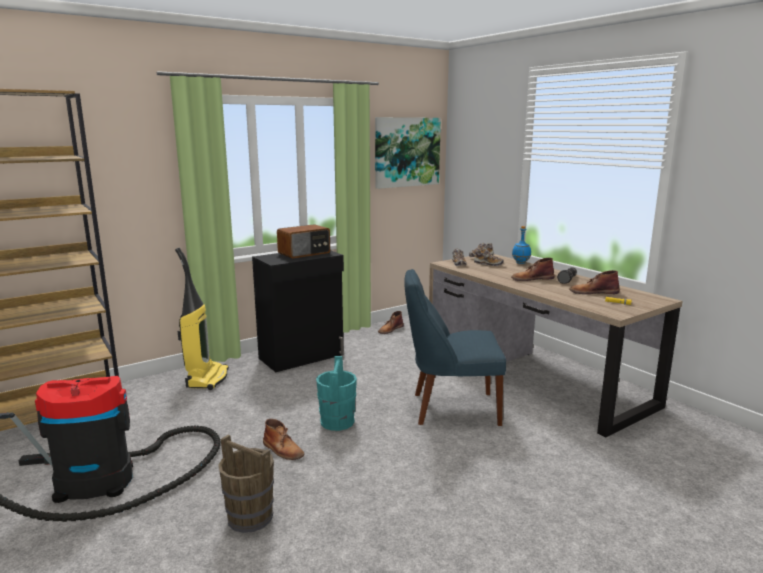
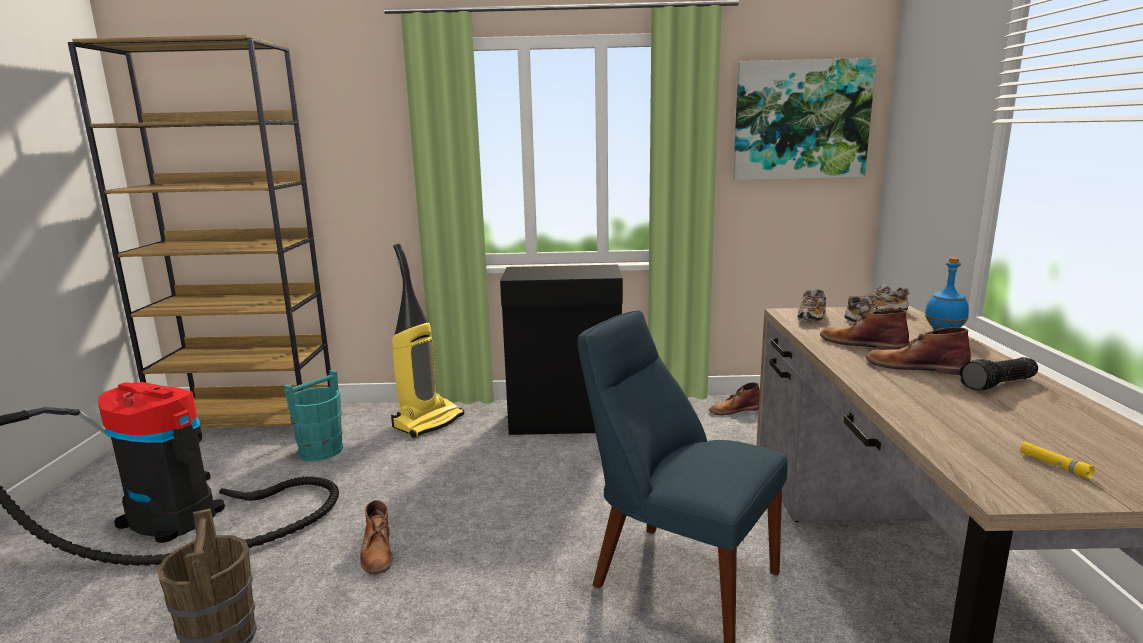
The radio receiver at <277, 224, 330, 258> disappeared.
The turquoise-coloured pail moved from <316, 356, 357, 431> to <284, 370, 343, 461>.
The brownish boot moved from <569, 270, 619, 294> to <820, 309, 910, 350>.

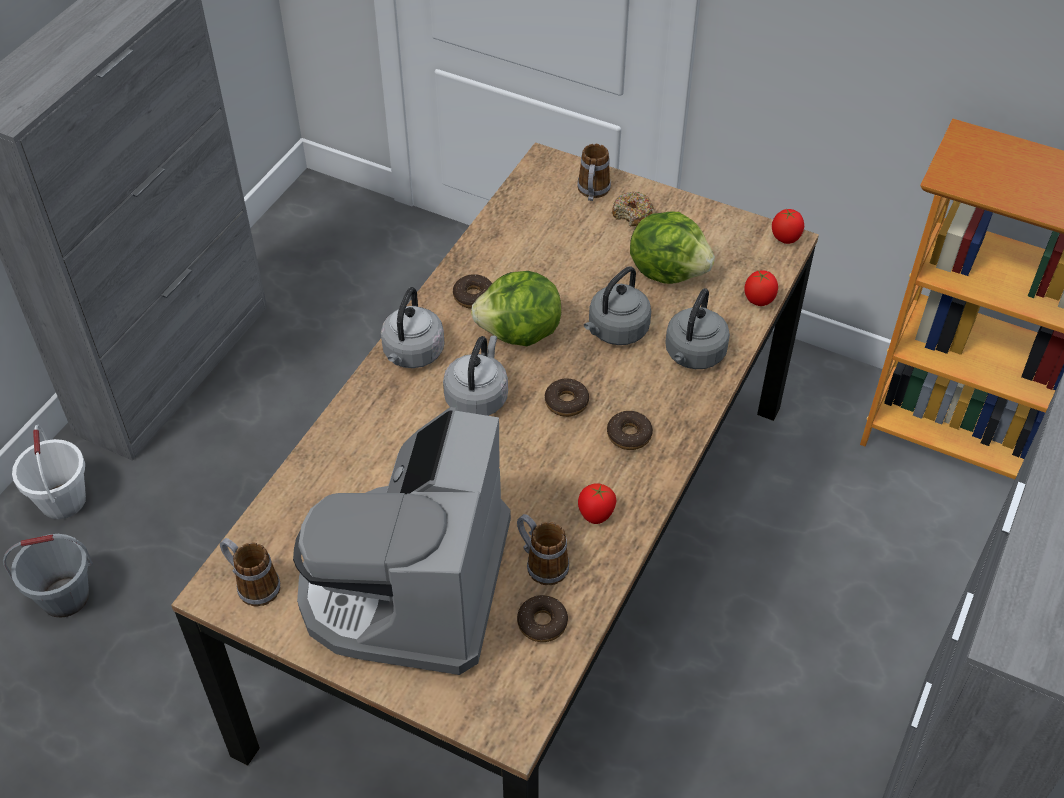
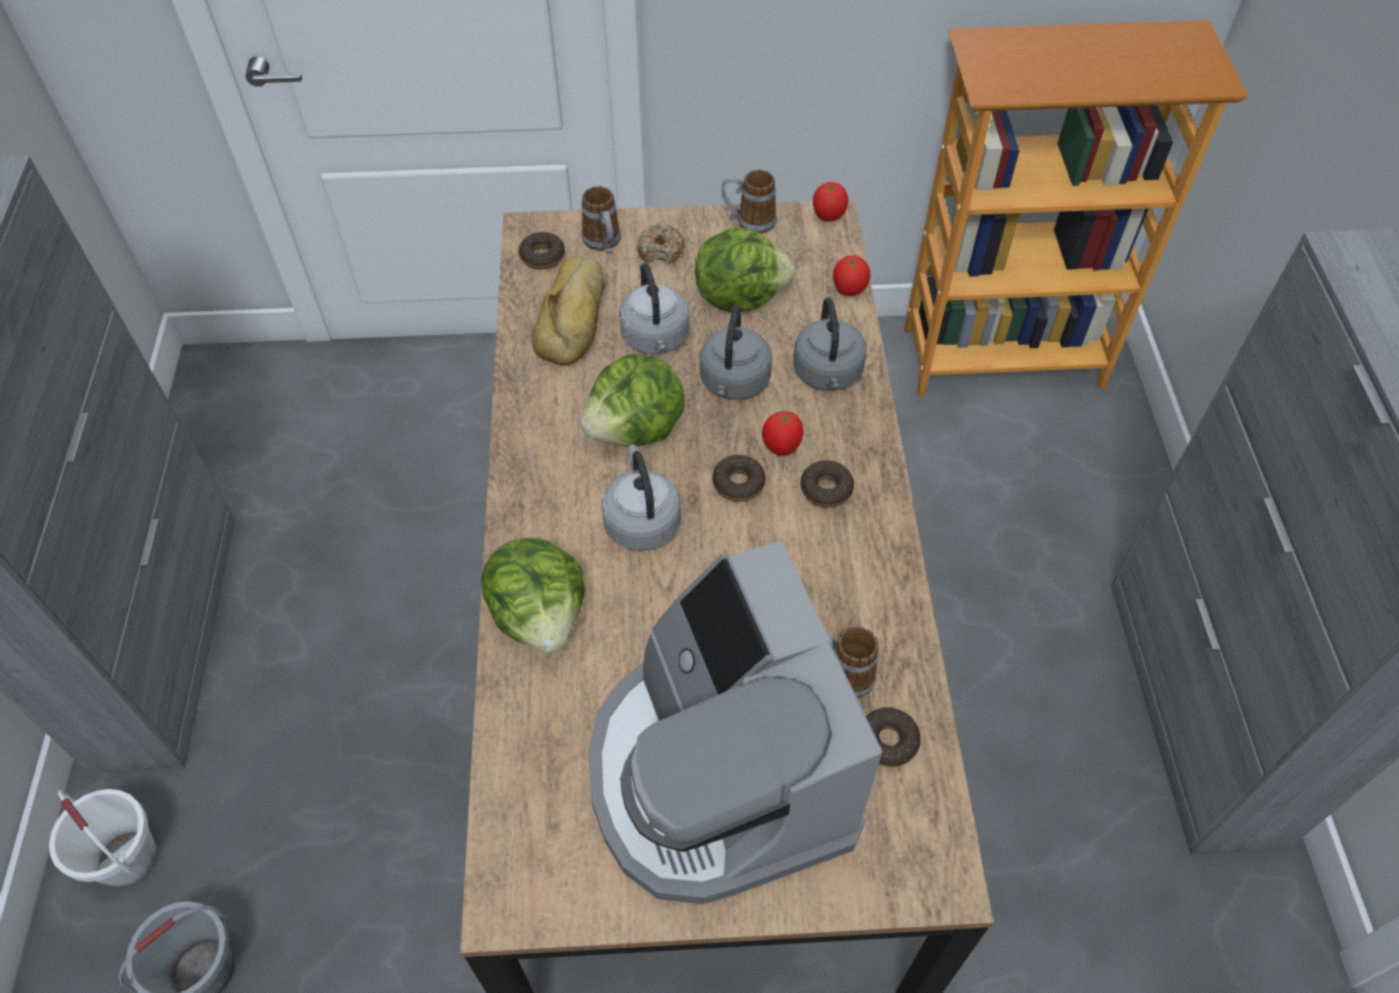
The lettuce head at <481, 538, 585, 653> appeared.
The baked bread at <532, 256, 606, 365> appeared.
The tea mug moved from <220, 538, 281, 606> to <721, 169, 777, 233>.
The grey kettle moved from <381, 287, 445, 368> to <619, 263, 690, 354>.
The doughnut moved from <453, 274, 492, 309> to <519, 232, 565, 270>.
The fresh tomato moved from <578, 483, 616, 524> to <762, 411, 803, 456>.

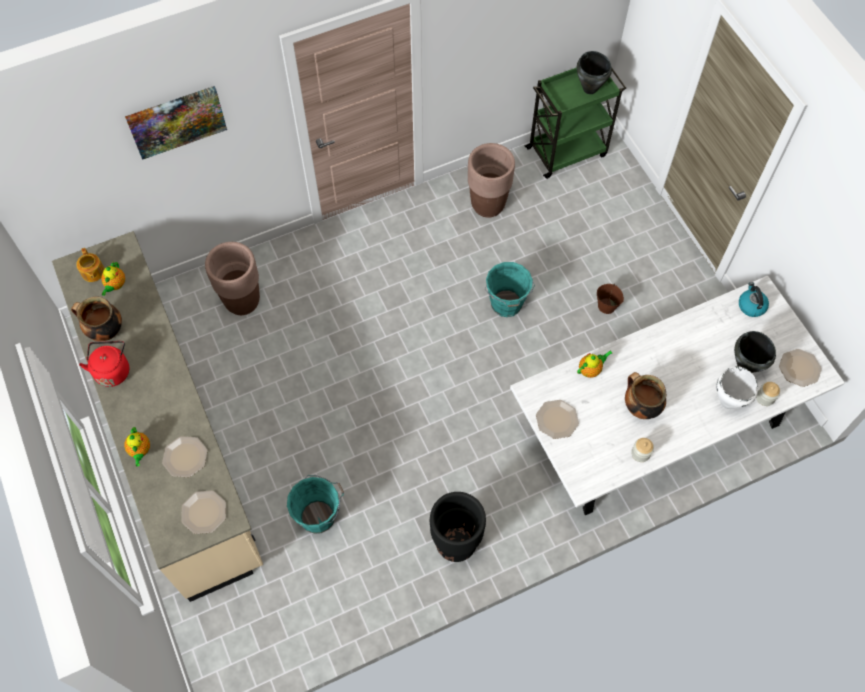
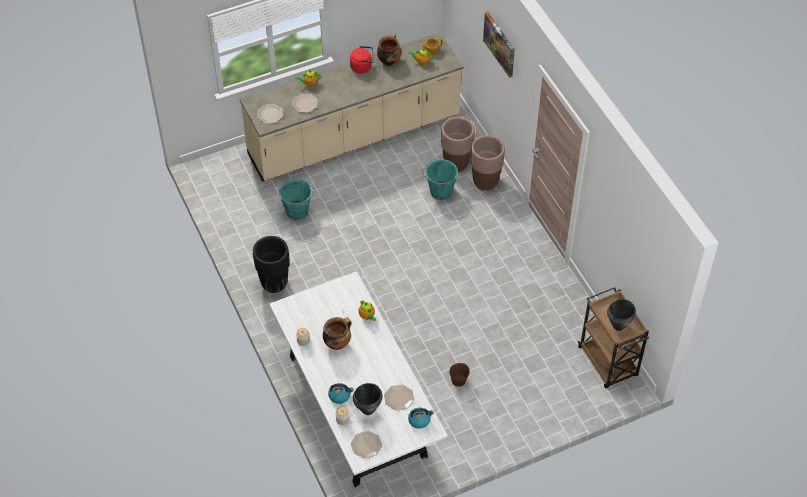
The brownish planter moved from <468, 143, 515, 218> to <471, 135, 505, 191>.
The turquoise-coloured pail moved from <485, 262, 535, 317> to <422, 158, 458, 200>.
The flat dish moved from <536, 400, 579, 439> to <384, 385, 414, 411>.
The whitish cooking pot at <717, 366, 758, 409> was replaced by the kettle at <328, 383, 354, 404>.
The greenish wheeled cart at <525, 67, 626, 179> became the brownish wheeled cart at <578, 287, 649, 388>.

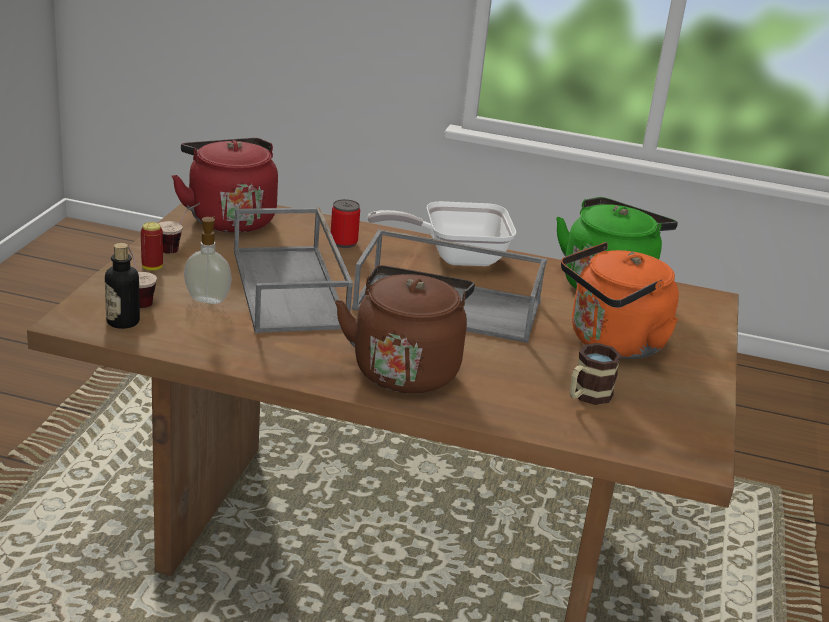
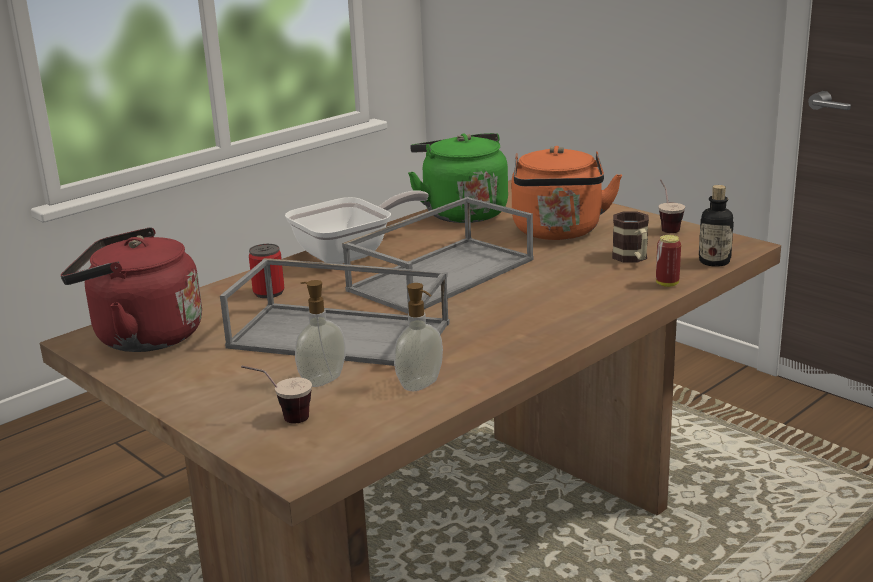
The brownish kettle at <335, 265, 475, 393> disappeared.
The soap dispenser at <394, 283, 443, 391> appeared.
The bottle moved from <105, 243, 140, 329> to <699, 185, 734, 267>.
The can moved from <141, 222, 163, 270> to <656, 235, 681, 287>.
The cup moved from <159, 203, 200, 254> to <658, 179, 685, 233>.
The skillet at <367, 201, 516, 266> turned 150 degrees counterclockwise.

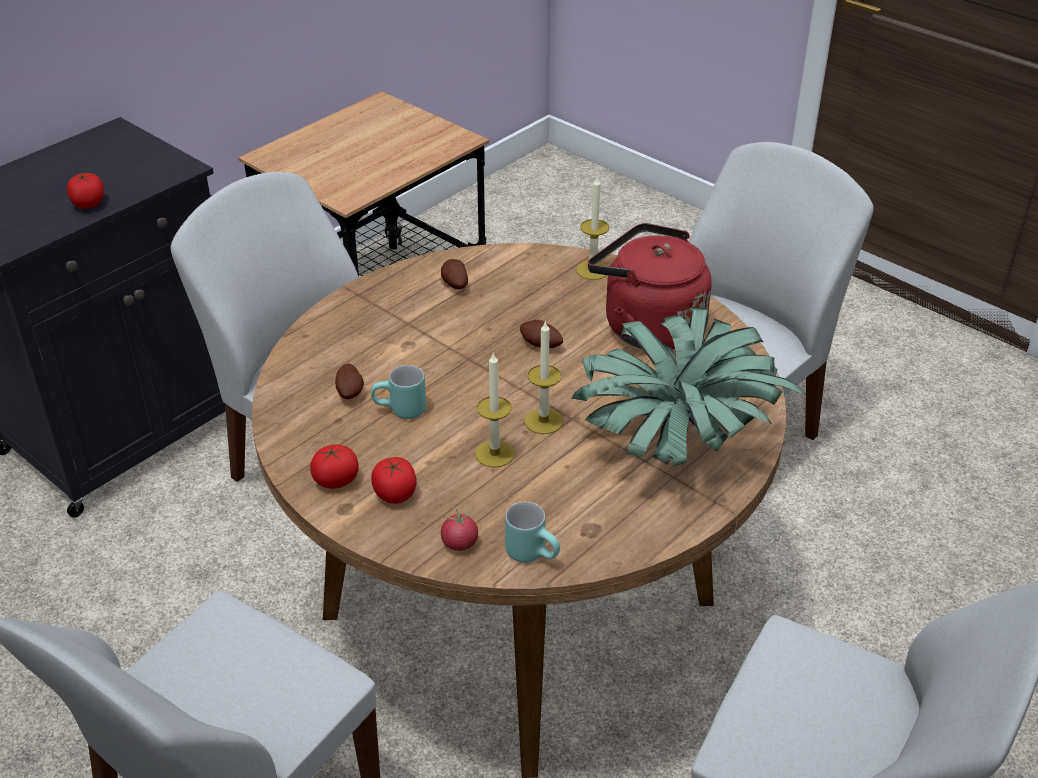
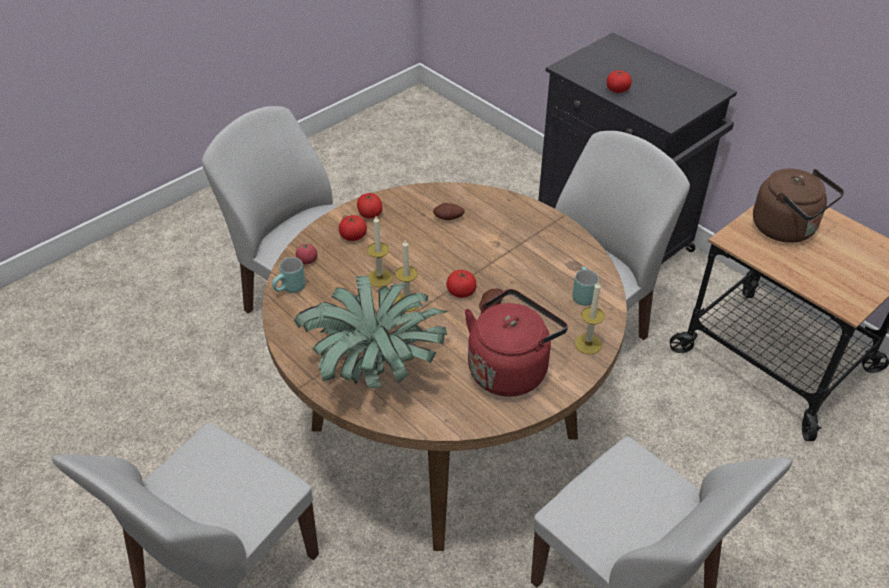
The whole potato at <441, 259, 468, 289> disappeared.
The fresh tomato at <446, 270, 476, 298> appeared.
The brownish kettle at <753, 168, 844, 243> appeared.
The turquoise-coloured tea mug moved from <371, 365, 426, 419> to <572, 267, 599, 306>.

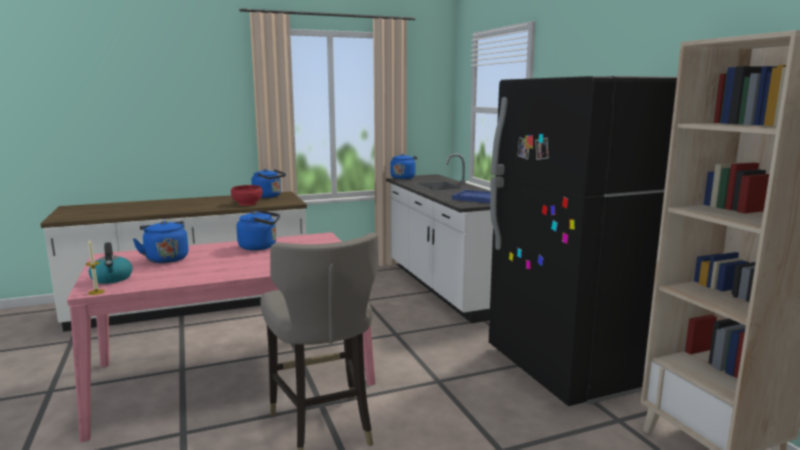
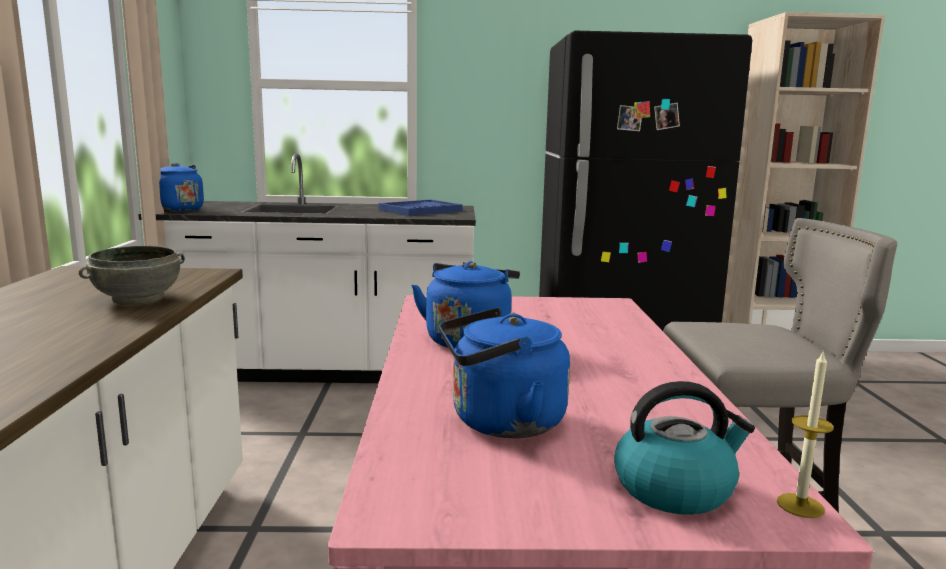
The blue-coloured kettle at <251, 169, 286, 198> disappeared.
The red bowl at <231, 185, 263, 206> became the grey bowl at <79, 246, 185, 305>.

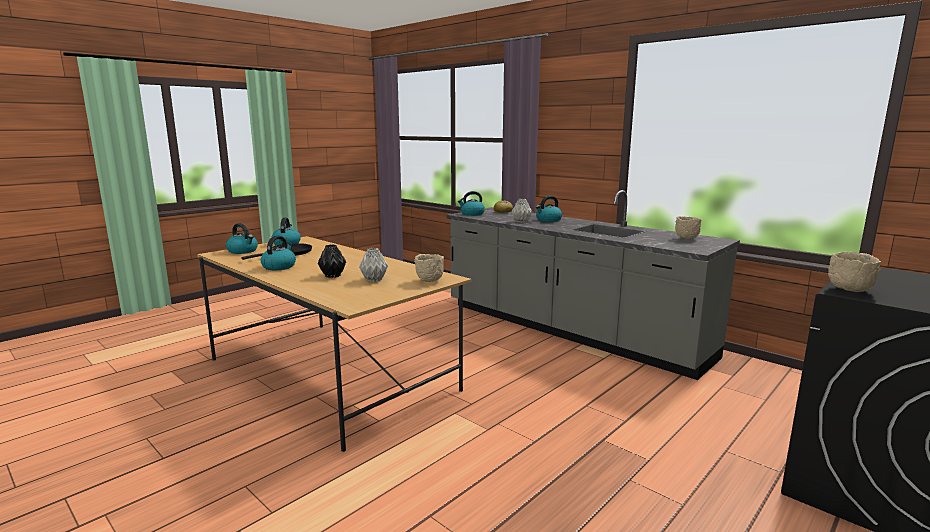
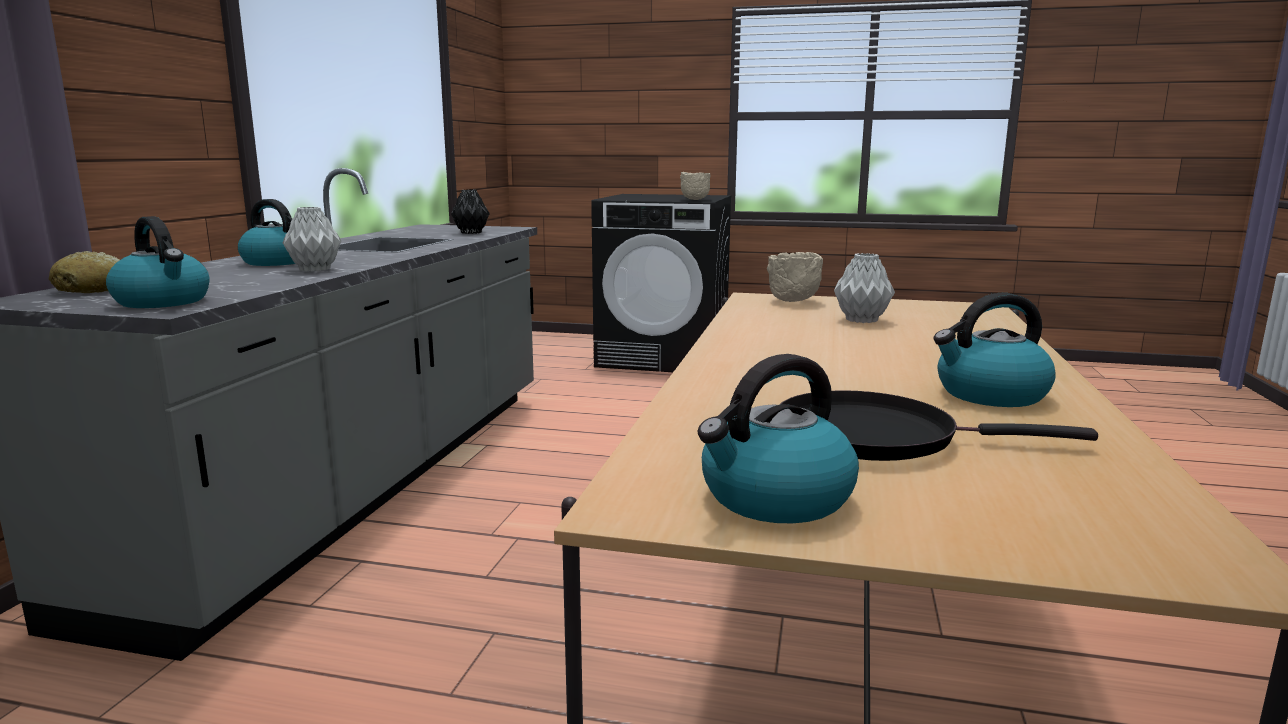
The kettle at <226, 223, 258, 254> disappeared.
The beige-coloured bowl at <675, 216, 702, 239> disappeared.
The black decorative vase moved from <318, 244, 346, 278> to <451, 190, 490, 234>.

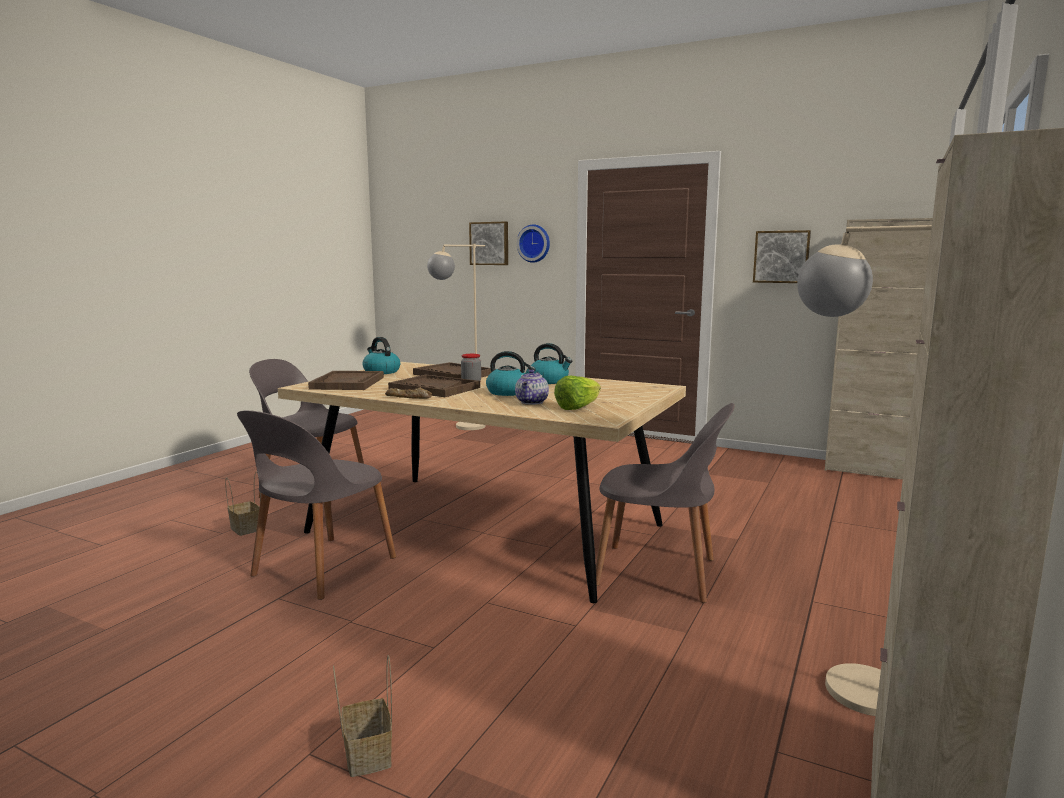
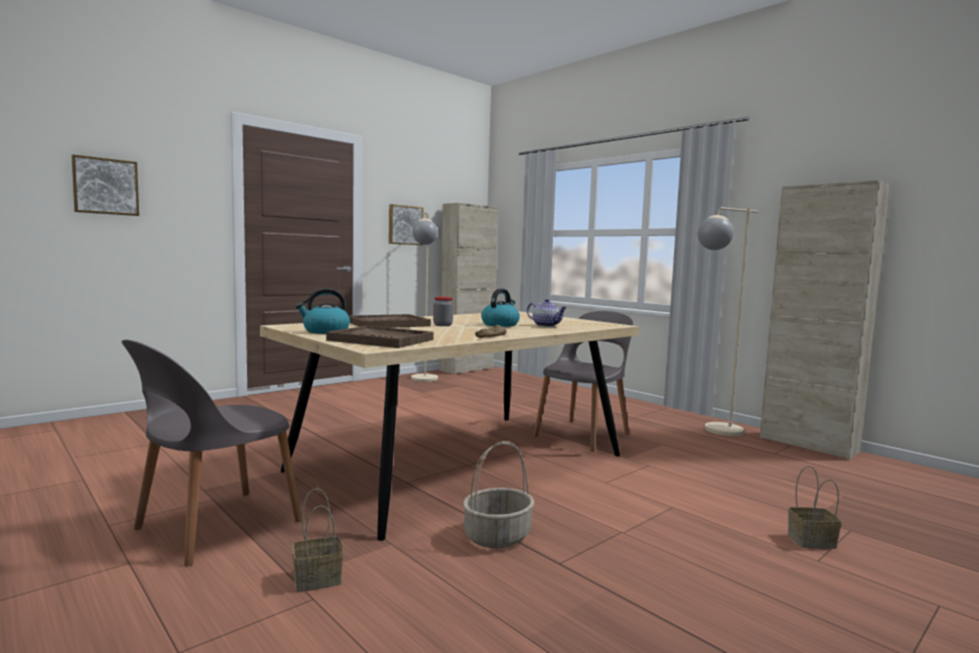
The brownish carrying tray at <388, 374, 480, 397> disappeared.
The clock on the wall at <517, 224, 550, 263> disappeared.
The kettle at <531, 343, 572, 384> disappeared.
The lettuce head at <554, 376, 601, 410> disappeared.
The beige-coloured standing lamp moved from <427, 244, 486, 430> to <411, 213, 438, 382>.
The grey chair at <237, 410, 396, 600> was replaced by the household basket at <463, 441, 534, 548>.

